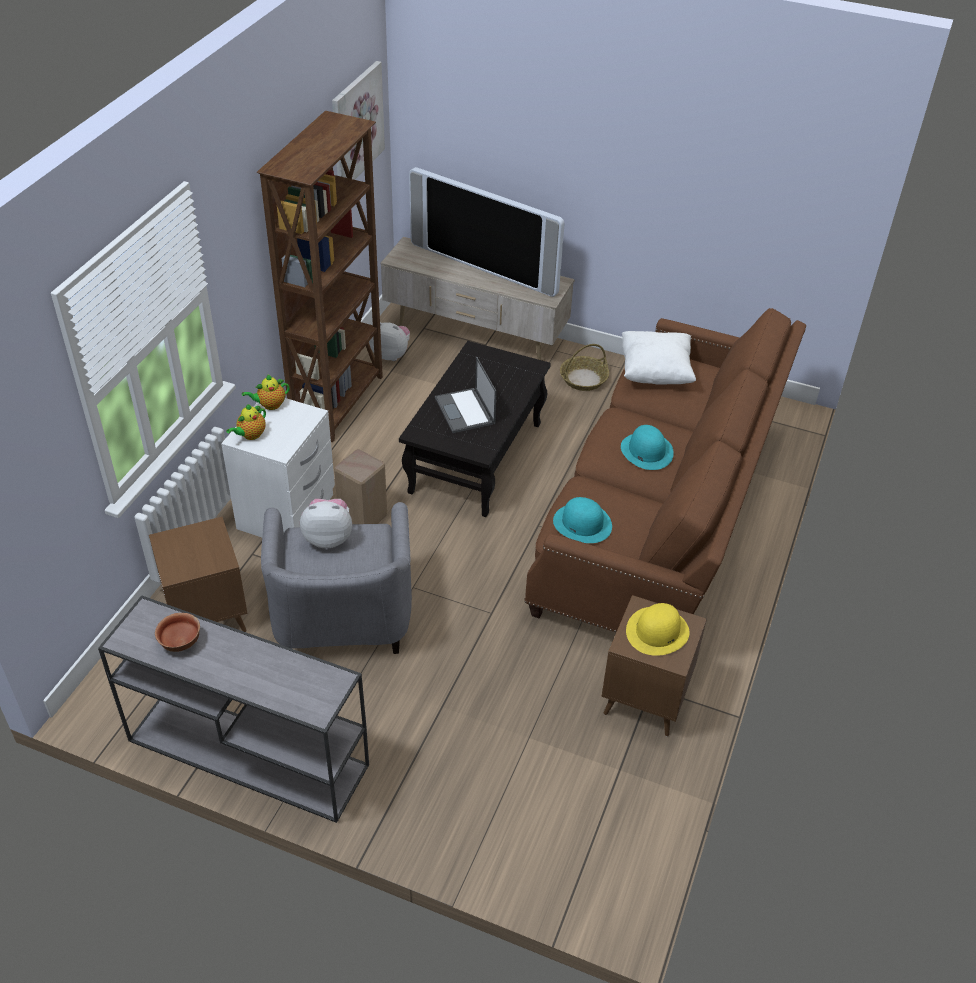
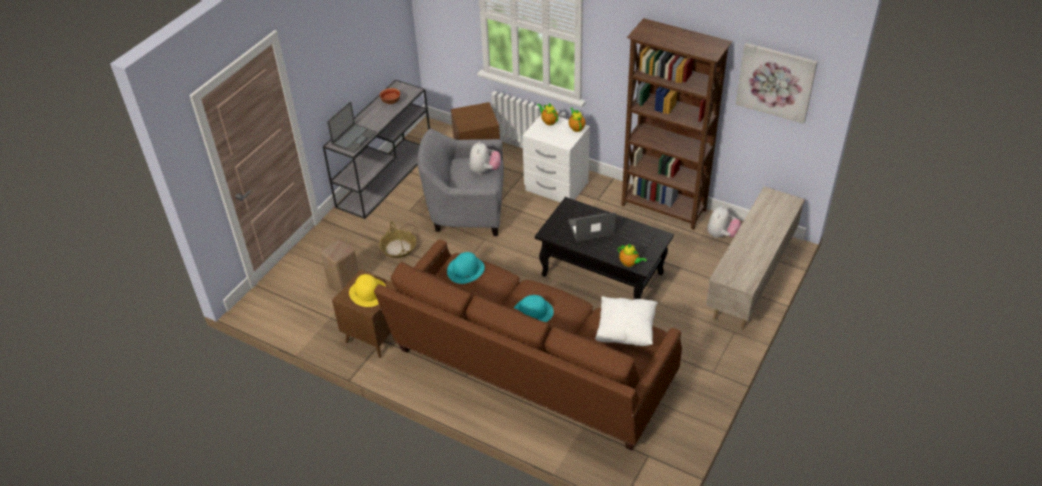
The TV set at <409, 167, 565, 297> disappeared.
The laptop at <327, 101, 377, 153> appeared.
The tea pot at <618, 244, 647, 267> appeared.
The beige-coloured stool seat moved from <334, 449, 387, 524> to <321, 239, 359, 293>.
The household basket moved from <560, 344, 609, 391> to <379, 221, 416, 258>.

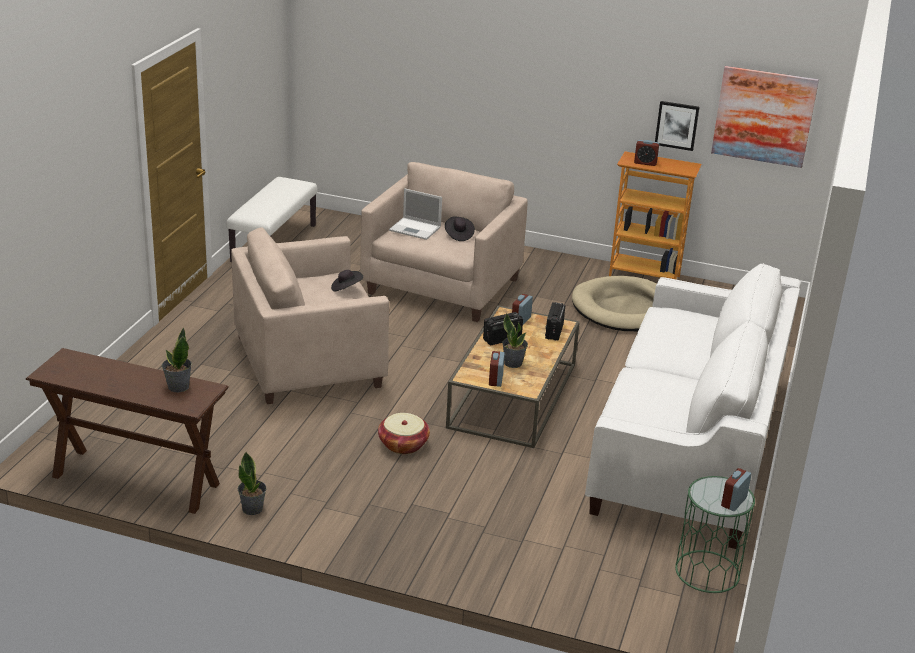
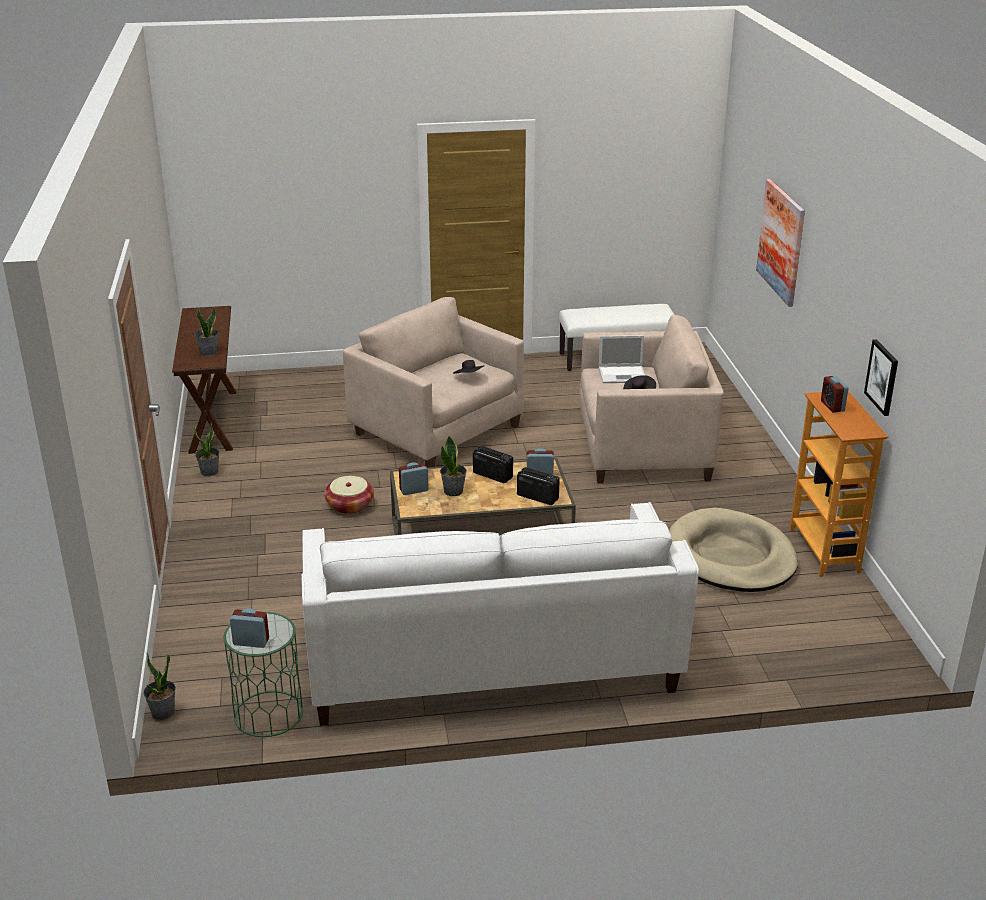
The houseplant at <143, 653, 176, 720> appeared.
The picture moved from <711, 66, 819, 168> to <756, 179, 805, 307>.
The laptop at <389, 188, 442, 240> turned 90 degrees counterclockwise.
The radio receiver at <545, 302, 565, 341> turned 45 degrees clockwise.

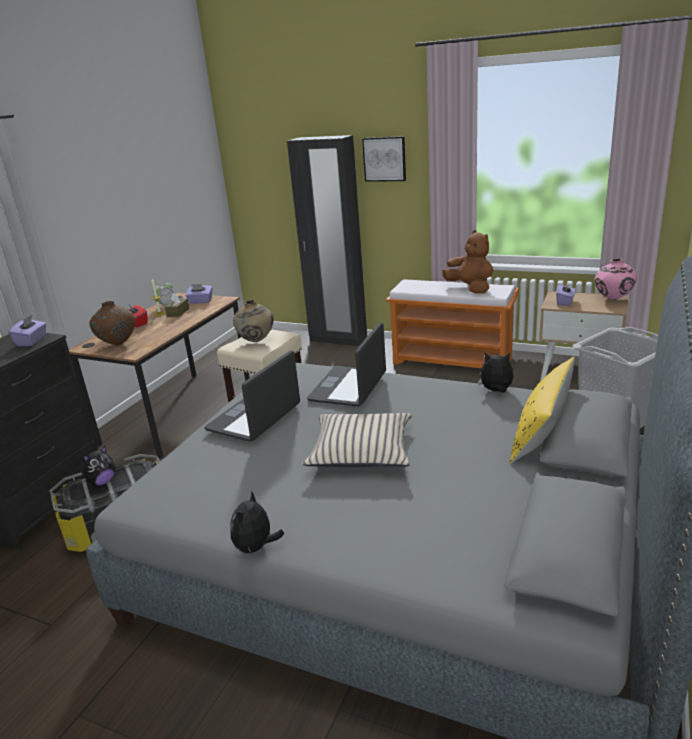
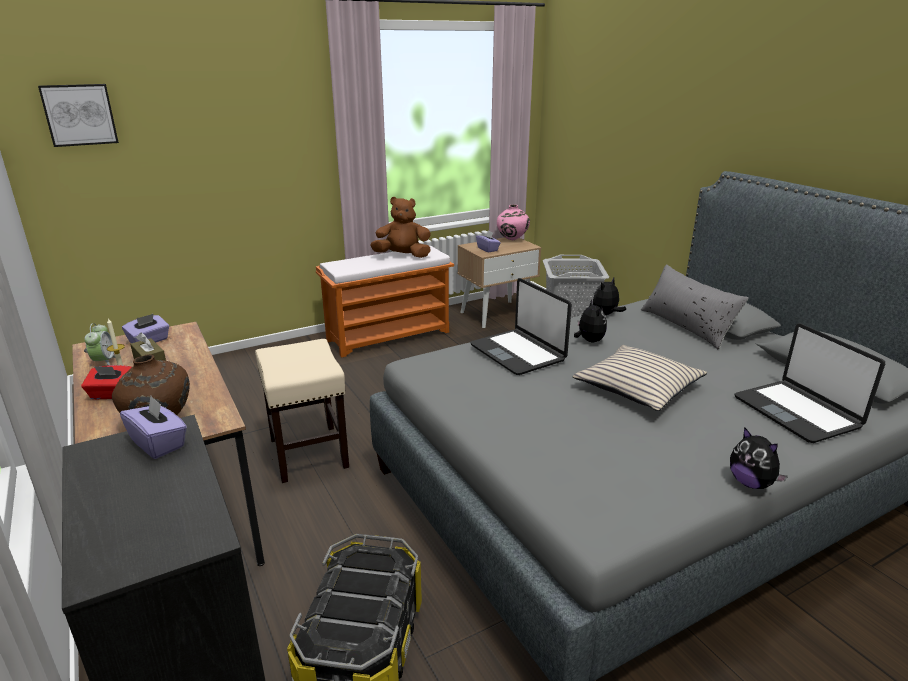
The beige-coloured decorative vase at <233, 300, 274, 342> disappeared.
The black clothes cupboard at <287, 135, 367, 346> disappeared.
The plush toy moved from <83, 446, 116, 485> to <574, 300, 607, 342>.
The laptop moved from <204, 350, 300, 442> to <735, 324, 885, 443>.
The picture moved from <362, 136, 406, 182> to <38, 84, 119, 147>.
The yellowish pillow at <510, 357, 575, 464> became the grey pillow at <641, 264, 749, 350>.

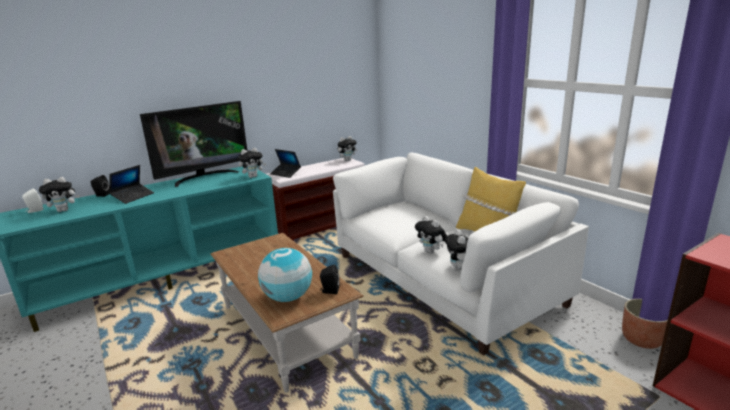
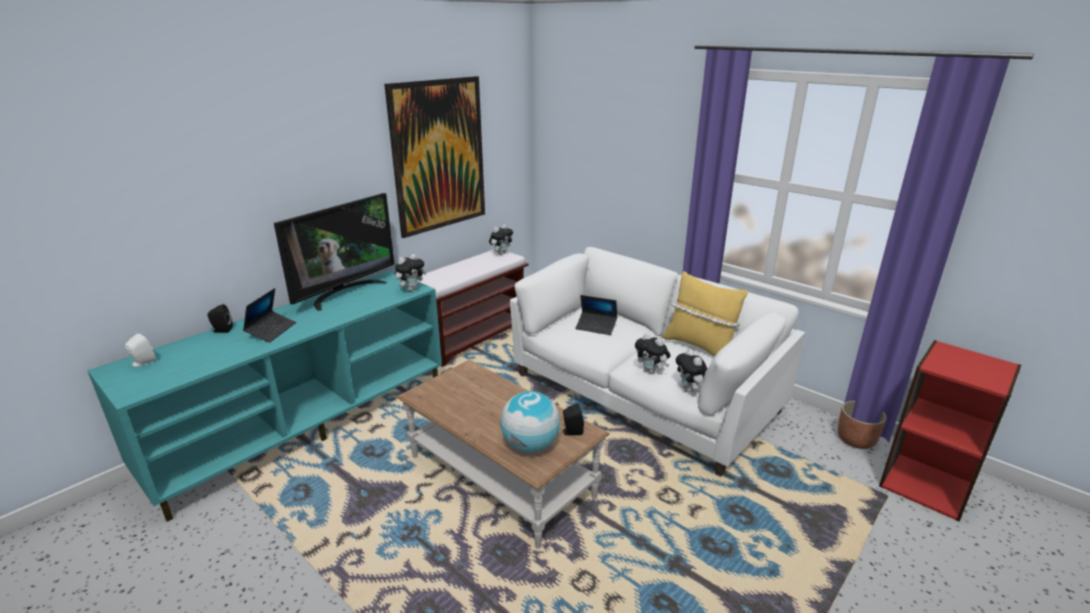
The plush toy at <39, 177, 80, 212> disappeared.
The picture at <384, 76, 485, 238> appeared.
The laptop moved from <270, 149, 301, 178> to <575, 295, 617, 335>.

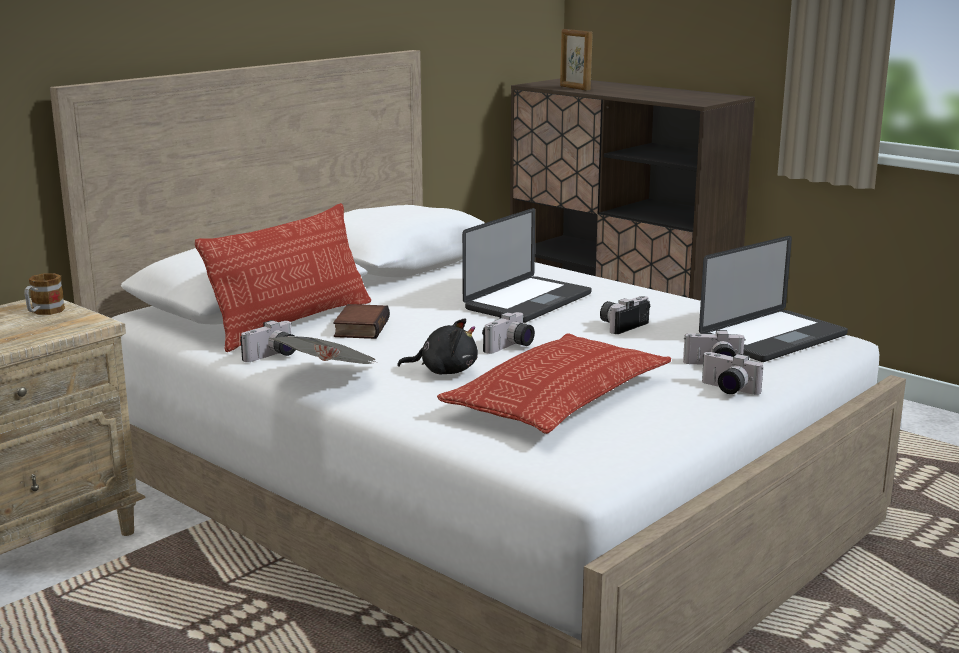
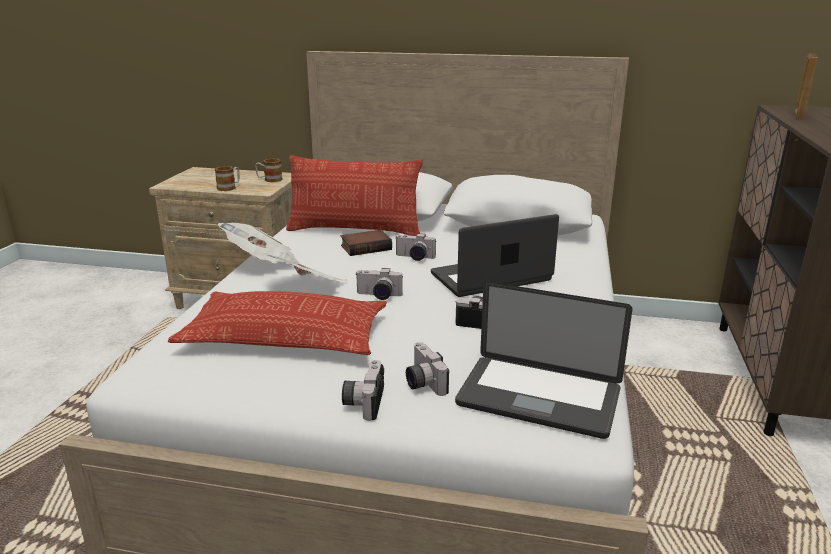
The tea mug at <215, 166, 240, 191> appeared.
The photo camera moved from <240, 320, 295, 362> to <395, 233, 437, 261>.
The black plush toy at <397, 318, 478, 374> was replaced by the daily paper at <262, 253, 347, 282>.
The laptop at <462, 208, 592, 323> turned 150 degrees clockwise.

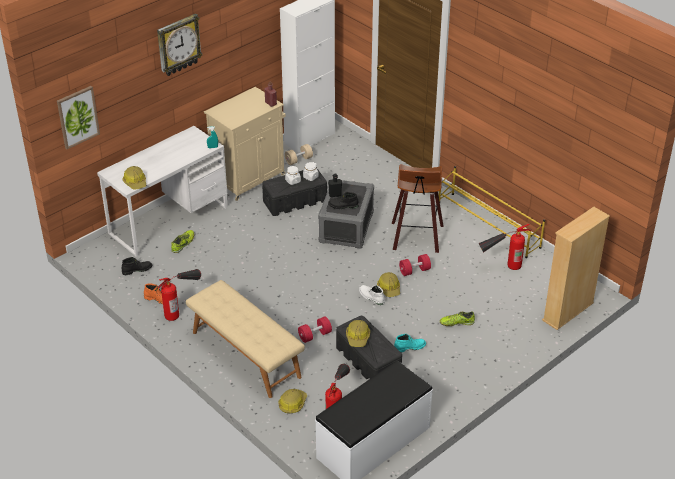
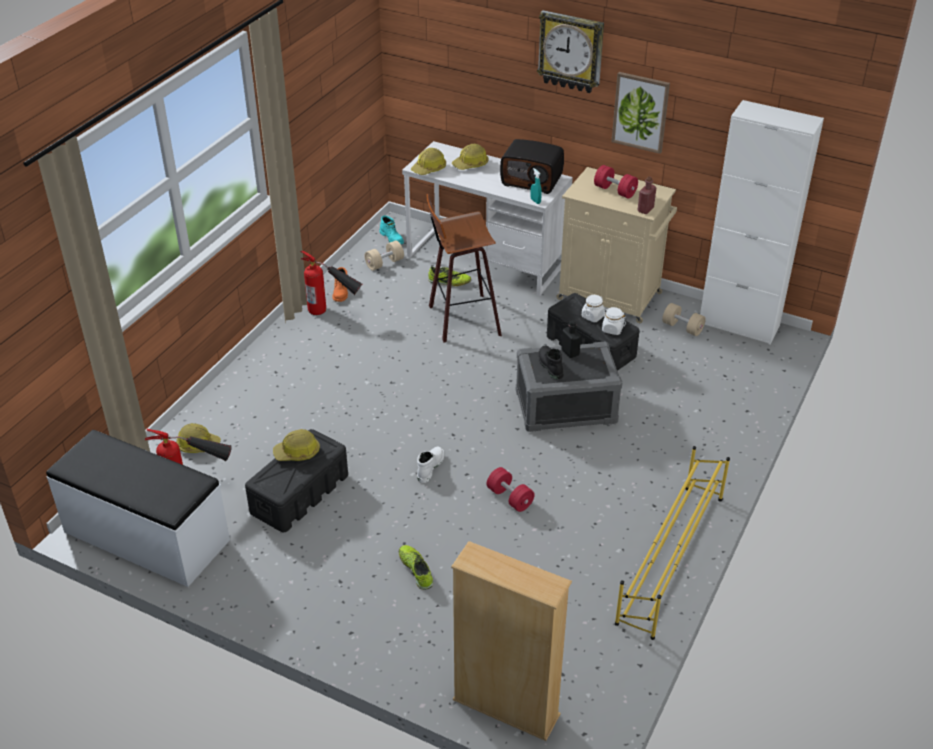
The beige-coloured indoor bench at <186, 280, 305, 398> disappeared.
The fire-fighting cylinder at <479, 224, 531, 270> disappeared.
The radio receiver at <500, 139, 564, 194> appeared.
The picture moved from <57, 86, 100, 149> to <612, 72, 670, 154>.
The red dumbbell moved from <298, 316, 332, 343> to <594, 165, 638, 198>.
The hard hat moved from <377, 272, 400, 297> to <452, 144, 489, 170>.
The stool seat moved from <392, 164, 443, 253> to <426, 194, 502, 343>.
The turquoise-coloured boot moved from <394, 334, 426, 353> to <380, 216, 404, 244>.
The black boot at <122, 257, 152, 275> was replaced by the beige-coloured dumbbell at <364, 240, 404, 271>.

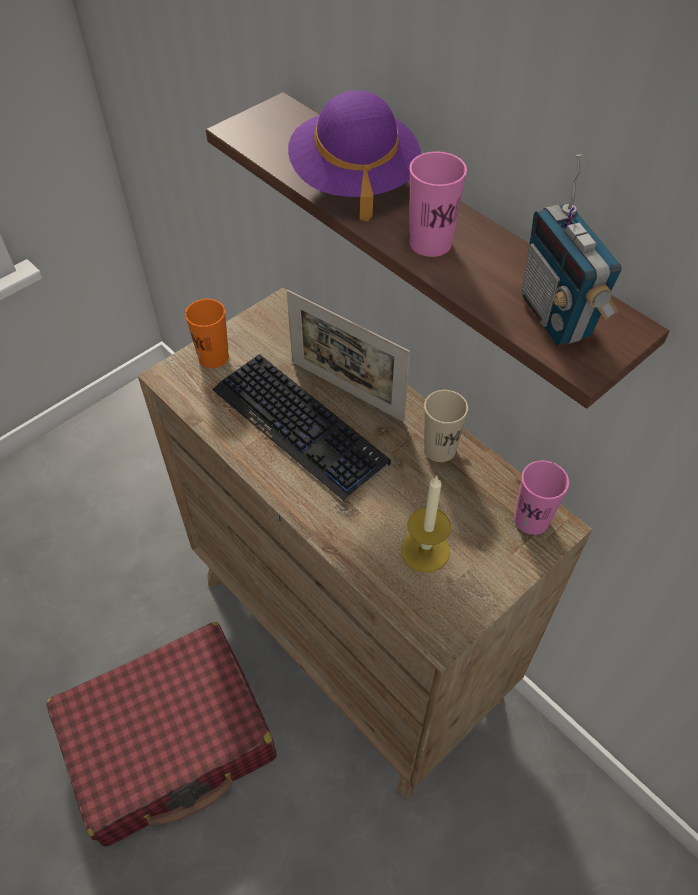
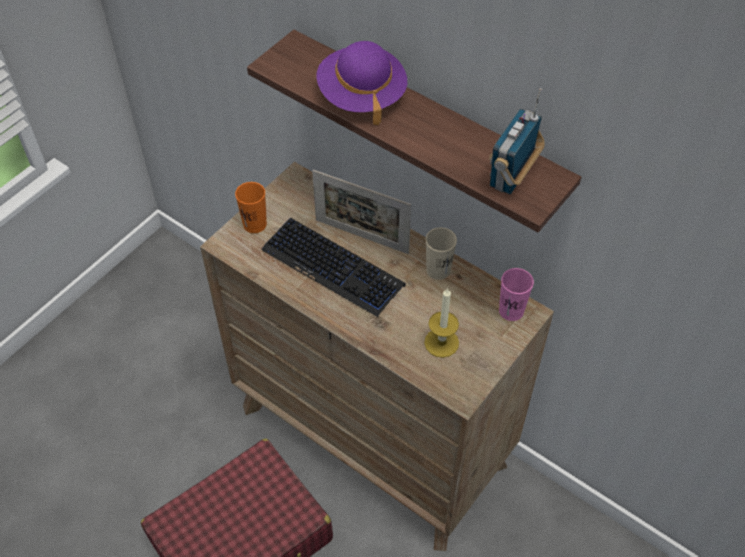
The pink cup at <409, 152, 467, 257> disappeared.
The radio receiver at <521, 155, 622, 345> turned 60 degrees clockwise.

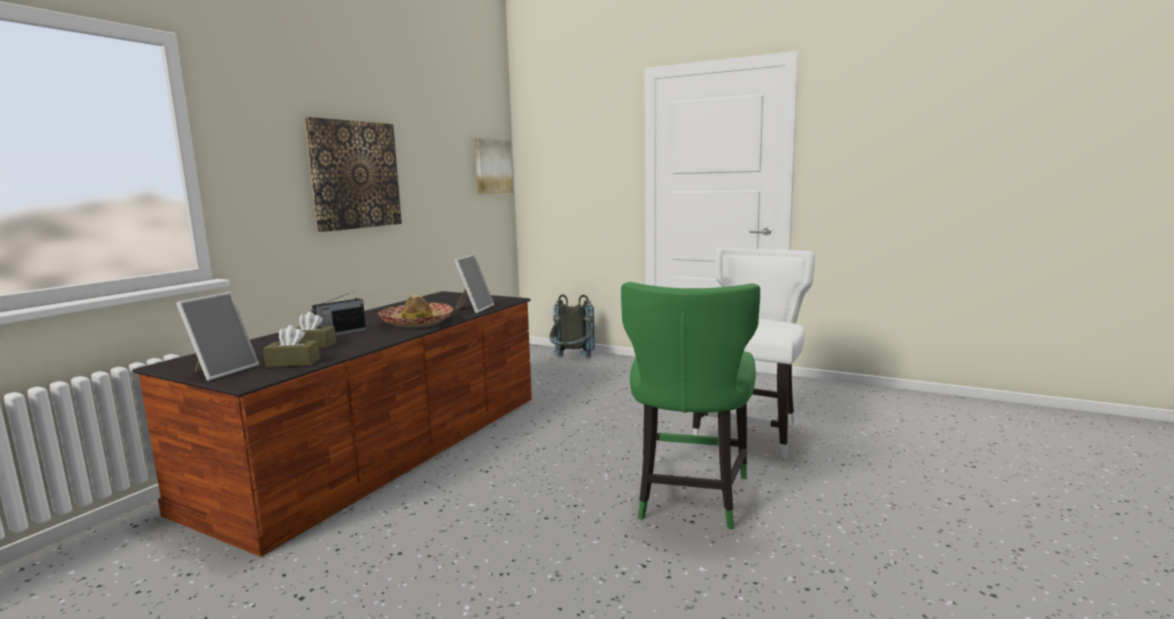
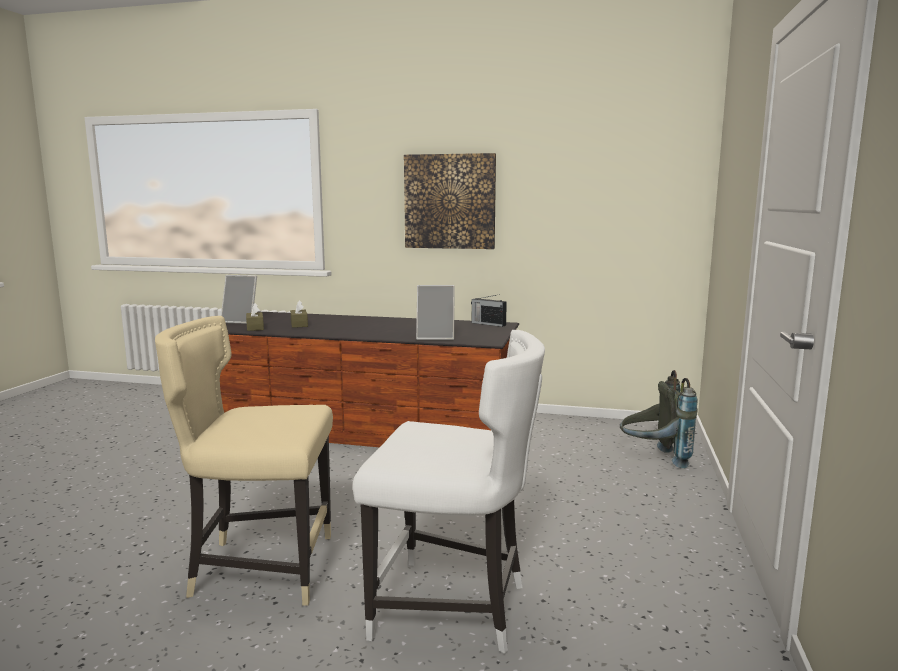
The clothing hat at <378, 295, 453, 327> disappeared.
The picture at <475, 138, 513, 195> disappeared.
The radio receiver moved from <311, 291, 366, 335> to <471, 294, 507, 327>.
The greenish chair at <621, 282, 760, 529> became the beige-coloured chair at <155, 316, 333, 606>.

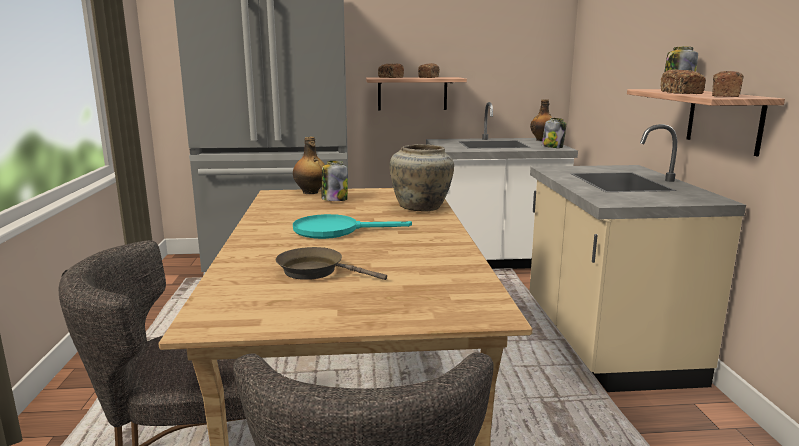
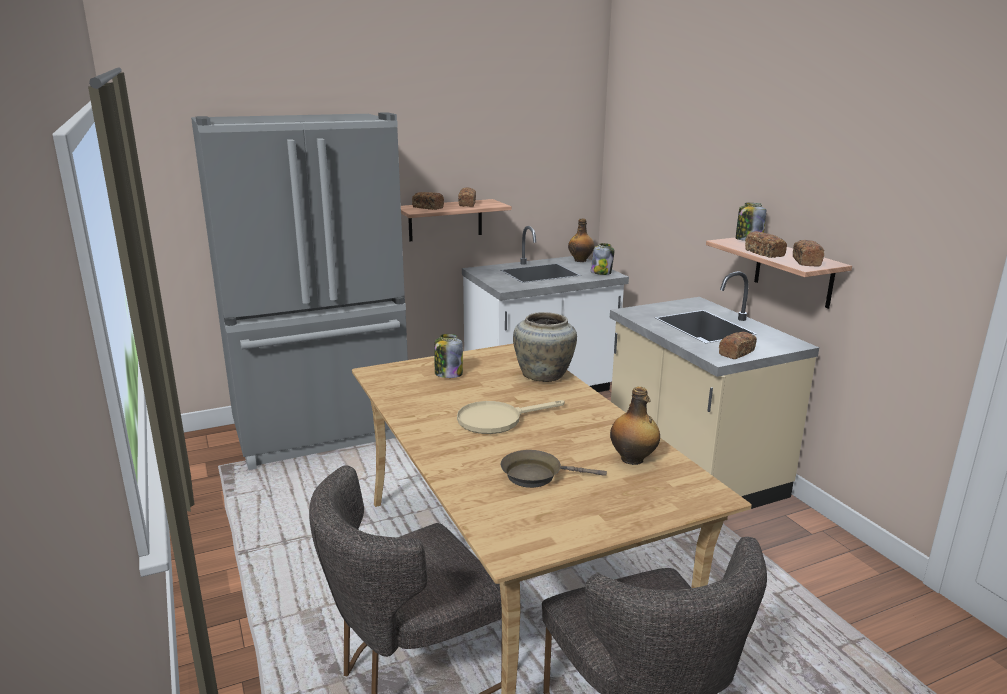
The baked bread at <719, 332, 757, 359> appeared.
The bottle moved from <293, 137, 325, 194> to <610, 387, 660, 465>.
The turquoise-coloured skillet at <293, 214, 412, 239> became the beige-coloured skillet at <457, 400, 565, 434>.

